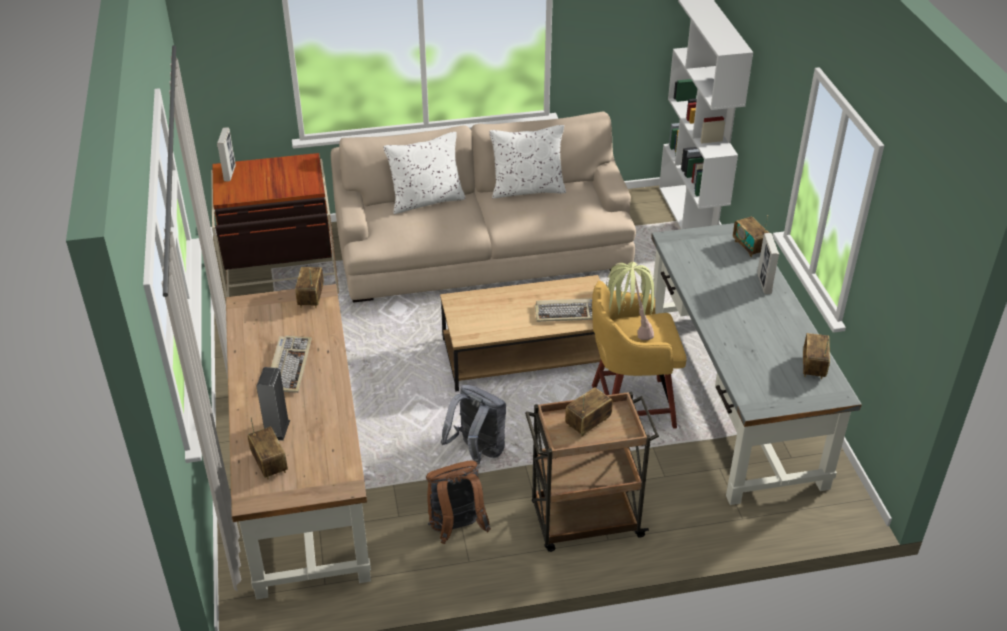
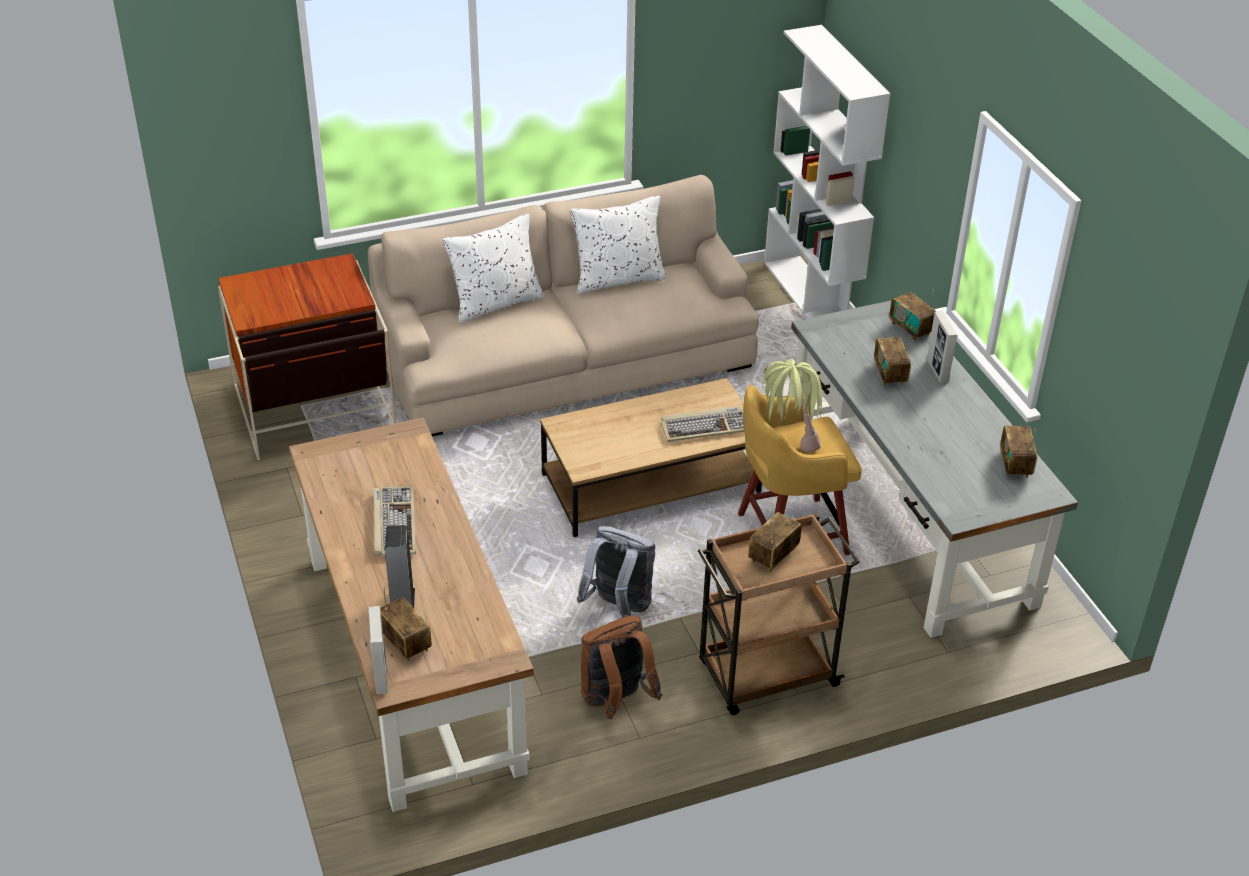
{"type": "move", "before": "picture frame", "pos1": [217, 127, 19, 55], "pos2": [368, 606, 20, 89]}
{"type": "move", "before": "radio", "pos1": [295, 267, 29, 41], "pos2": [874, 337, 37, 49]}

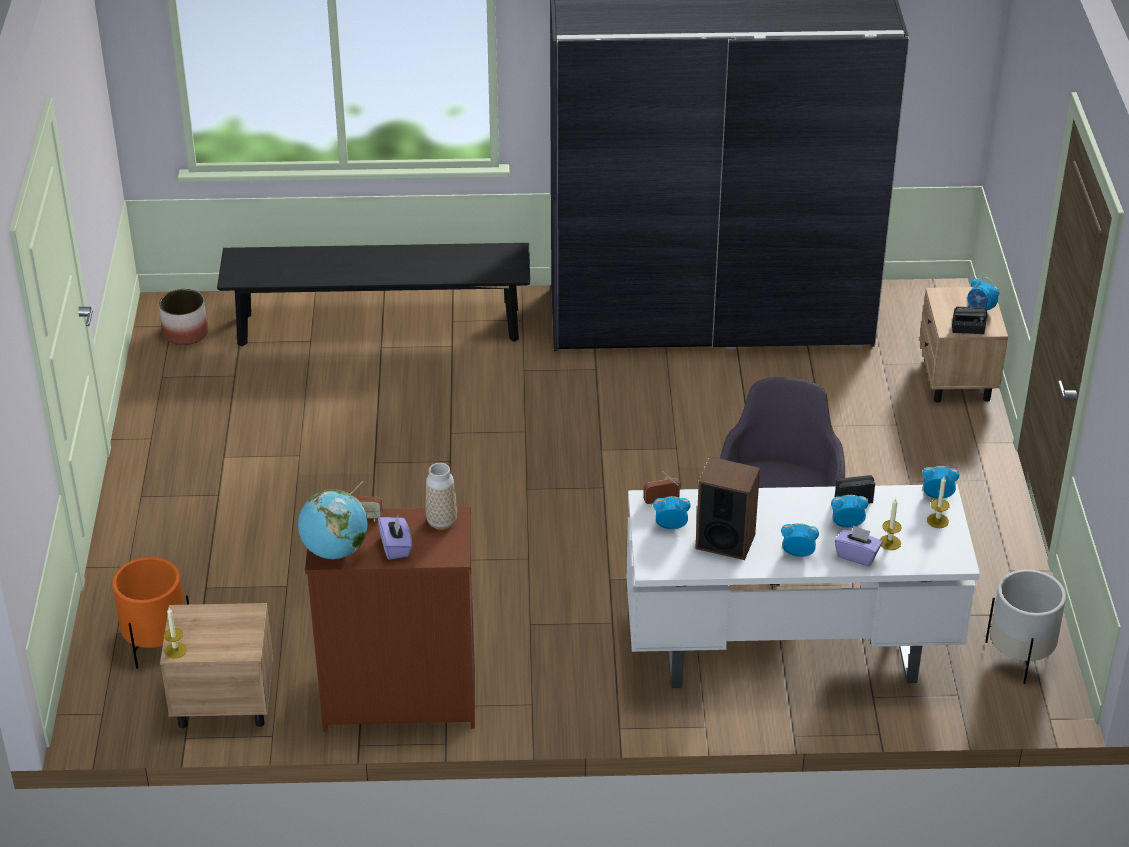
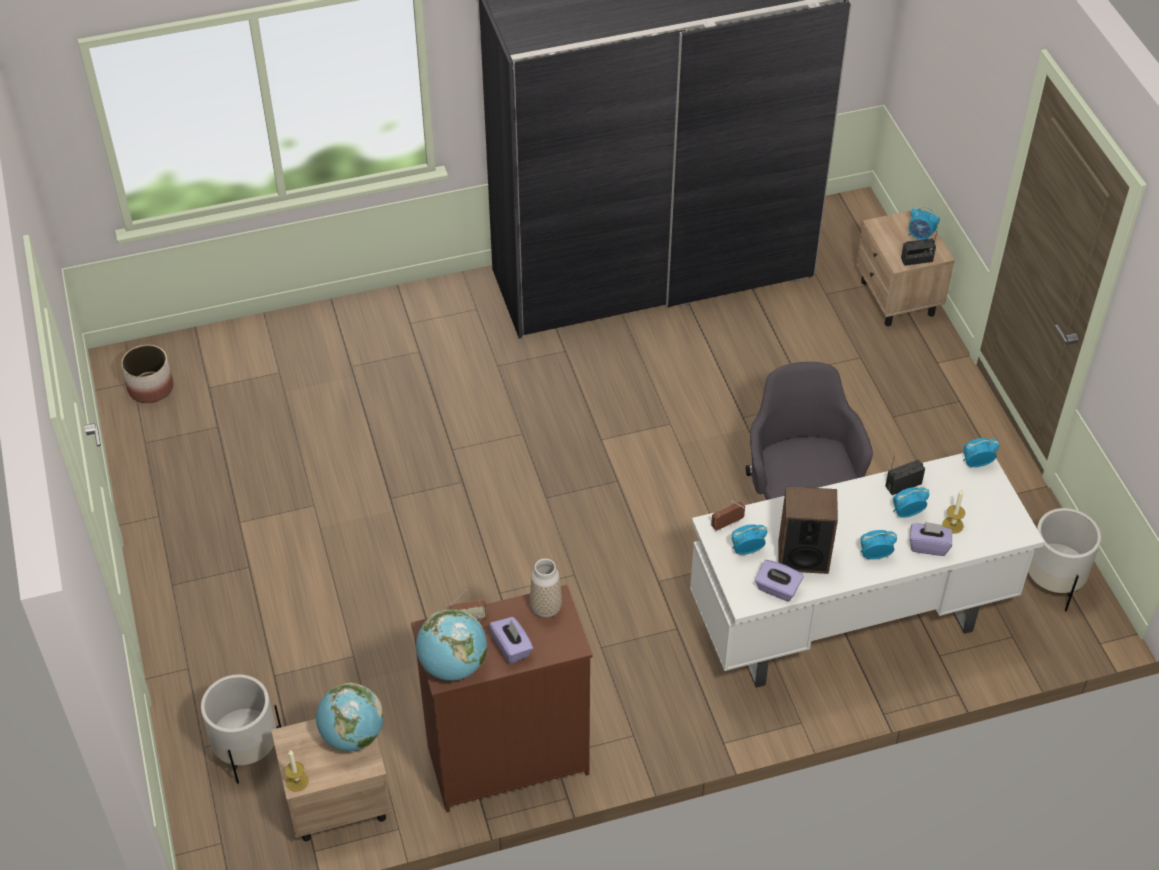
{"type": "delete", "before": "bench (black)", "pos1": [217, 243, 313, 104]}
{"type": "delete", "before": "candle", "pos1": [927, 477, 23, 51]}
{"type": "recolor", "before": "planter (orange)", "after": "planter (white)", "pos1": [112, 557, 77, 112], "pos2": [201, 674, 80, 110]}
{"type": "insert", "after": "tissue box (purple)", "pos2": [755, 560, 48, 41]}
{"type": "insert", "after": "globe", "pos2": [316, 683, 67, 68]}

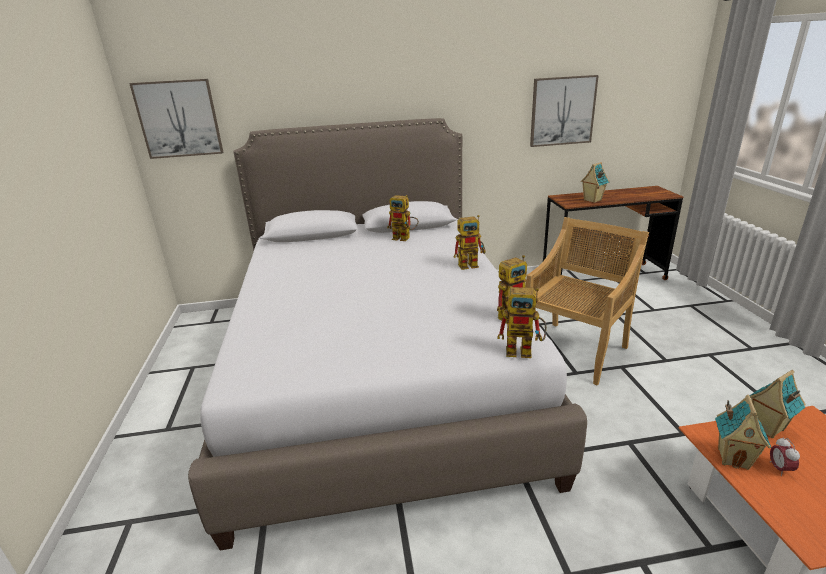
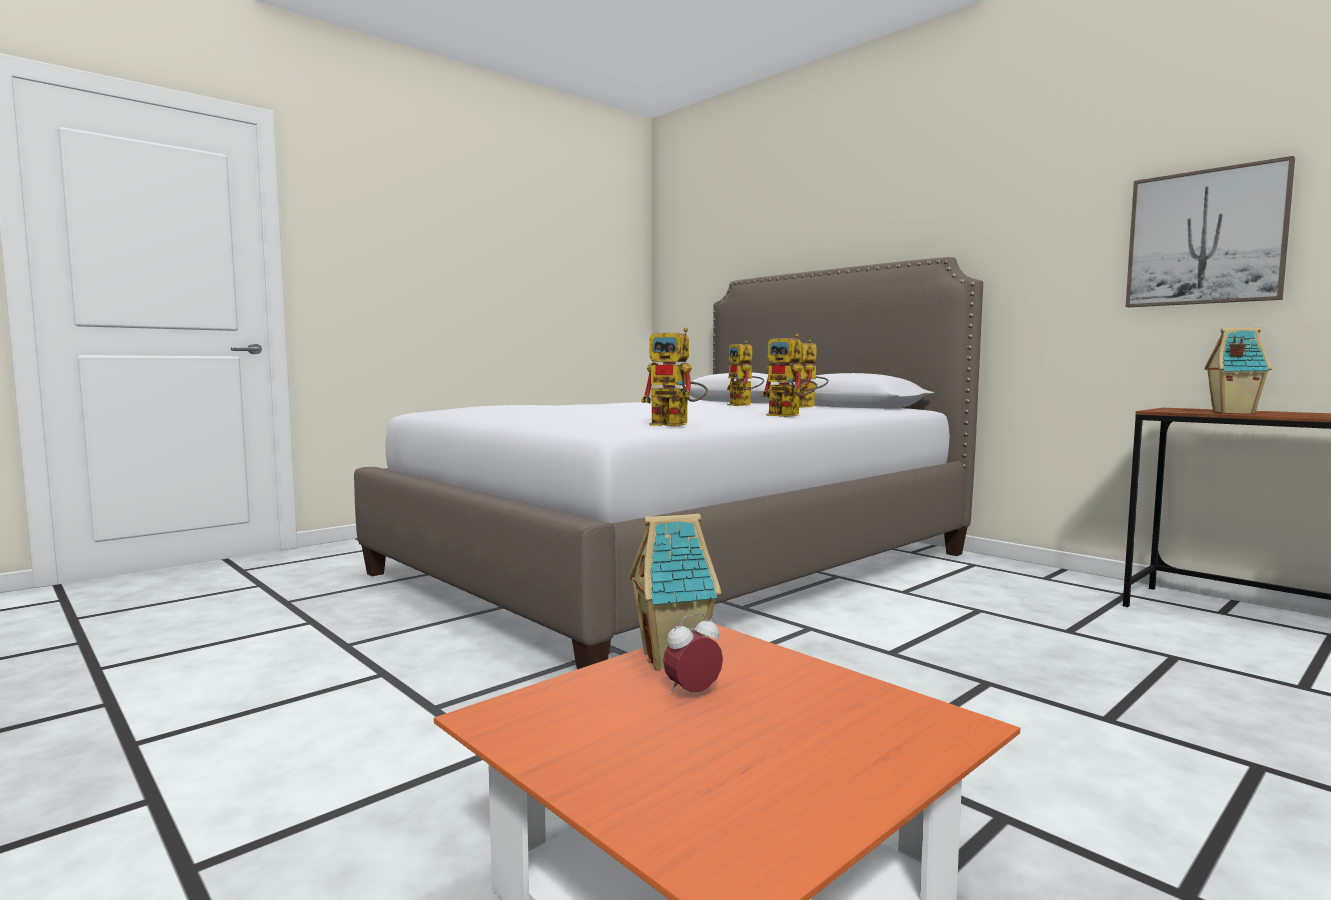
{"type": "delete", "before": "picture", "pos1": [129, 79, 95, 80]}
{"type": "delete", "before": "chair (beige)", "pos1": [525, 217, 124, 168]}
{"type": "move", "before": "toy robot", "pos1": [497, 287, 50, 71], "pos2": [727, 341, 37, 65]}
{"type": "delete", "before": "toy house", "pos1": [750, 370, 56, 68]}

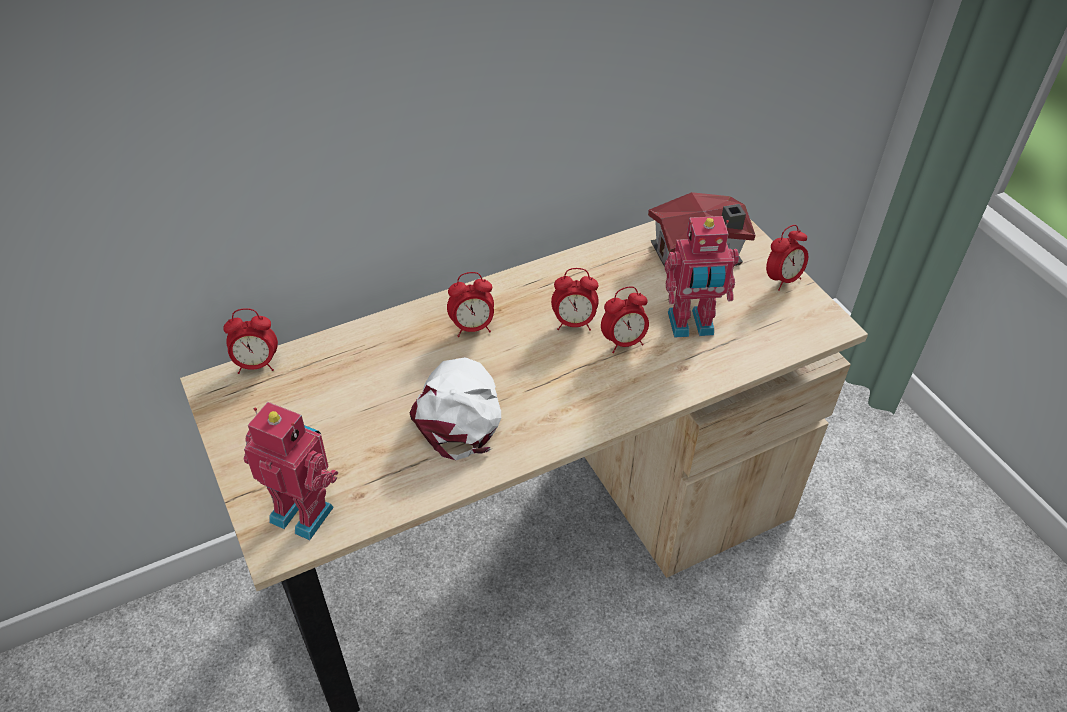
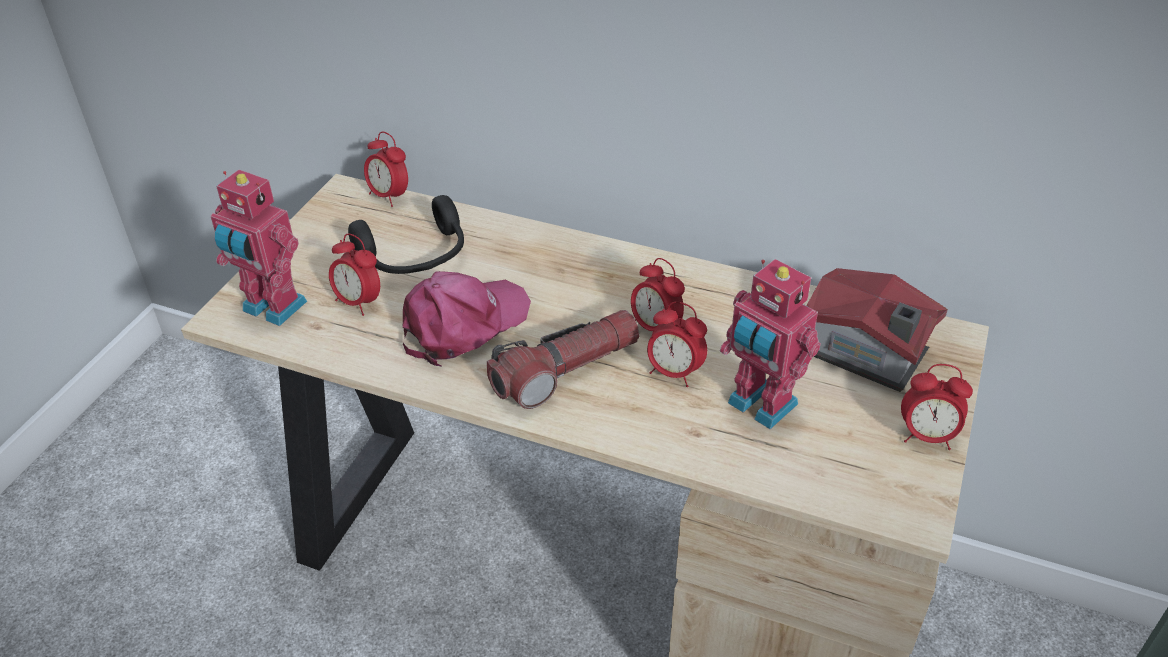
{"type": "move", "before": "alarm clock", "pos1": [447, 272, 47, 65], "pos2": [329, 233, 51, 83]}
{"type": "recolor", "before": "cap (white)", "after": "cap (pink)", "pos1": [410, 357, 91, 103], "pos2": [402, 271, 129, 96]}
{"type": "rotate", "before": "toy robot", "pos1": [244, 402, 94, 138], "pos2": [210, 170, 97, 156], "turn": 135}
{"type": "insert", "after": "headphones (black)", "pos2": [348, 195, 116, 79]}
{"type": "insert", "after": "flashlight", "pos2": [487, 310, 153, 99]}

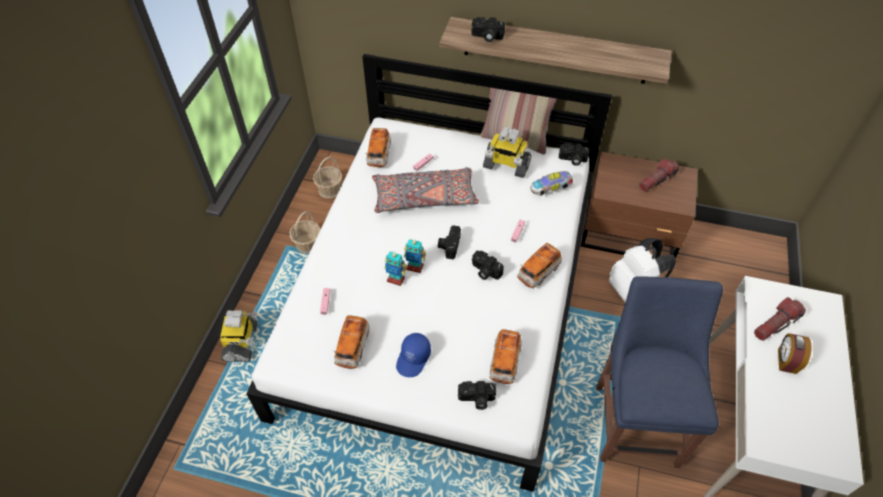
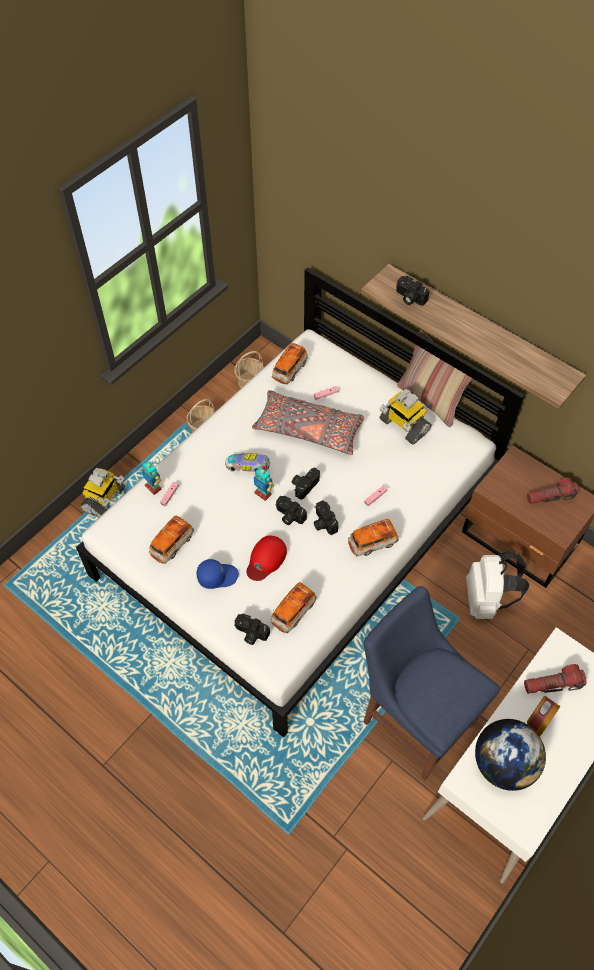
{"type": "move", "before": "photo camera", "pos1": [559, 143, 31, 23], "pos2": [275, 496, 32, 29]}
{"type": "move", "before": "toy car", "pos1": [530, 171, 43, 25], "pos2": [225, 452, 45, 20]}
{"type": "move", "before": "toy robot", "pos1": [384, 251, 23, 35], "pos2": [142, 461, 19, 34]}
{"type": "rotate", "before": "chair (blue)", "pos1": [596, 276, 127, 192], "pos2": [363, 586, 137, 194], "turn": -75}
{"type": "rotate", "before": "cap (blue)", "pos1": [396, 333, 35, 44], "pos2": [196, 559, 43, 30], "turn": -150}
{"type": "insert", "after": "cap (red)", "pos2": [246, 536, 41, 45]}
{"type": "insert", "after": "globe", "pos2": [475, 719, 71, 72]}

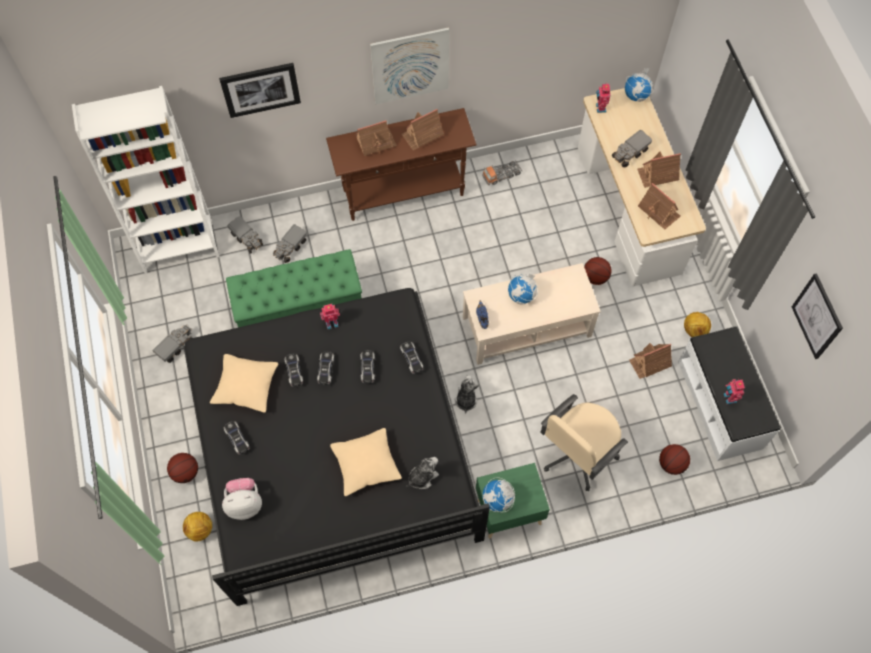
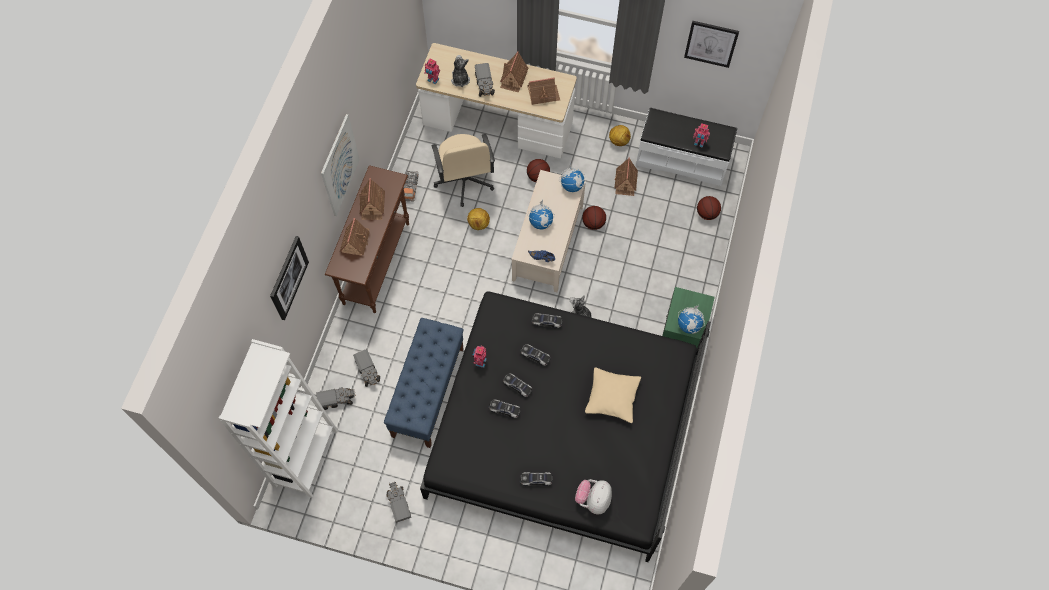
{"type": "move", "before": "globe", "pos1": [625, 68, 28, 34], "pos2": [559, 162, 27, 30]}
{"type": "recolor", "before": "bench (green)", "after": "bench (blue)", "pos1": [226, 249, 136, 78], "pos2": [384, 318, 80, 130]}
{"type": "delete", "before": "pillow (beige)", "pos1": [210, 354, 68, 59]}
{"type": "move", "before": "office chair (beige)", "pos1": [540, 394, 88, 97], "pos2": [432, 134, 63, 73]}
{"type": "move", "before": "basketball", "pos1": [167, 453, 31, 30], "pos2": [582, 206, 24, 24]}
{"type": "move", "before": "plush toy", "pos1": [406, 457, 33, 32], "pos2": [451, 55, 19, 32]}
{"type": "move", "before": "football", "pos1": [183, 512, 29, 30], "pos2": [467, 208, 23, 22]}

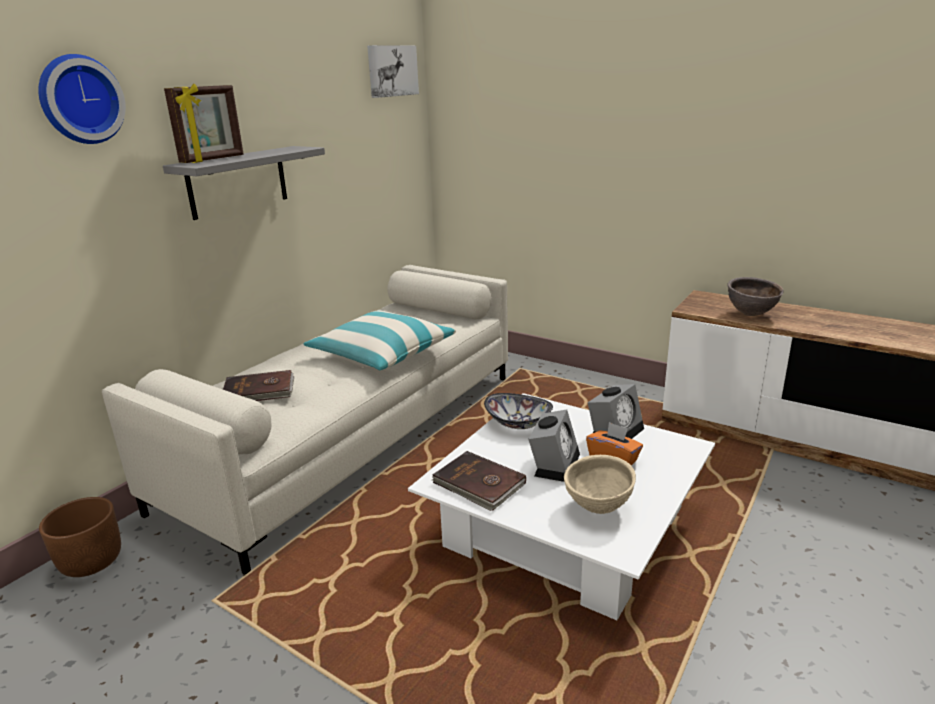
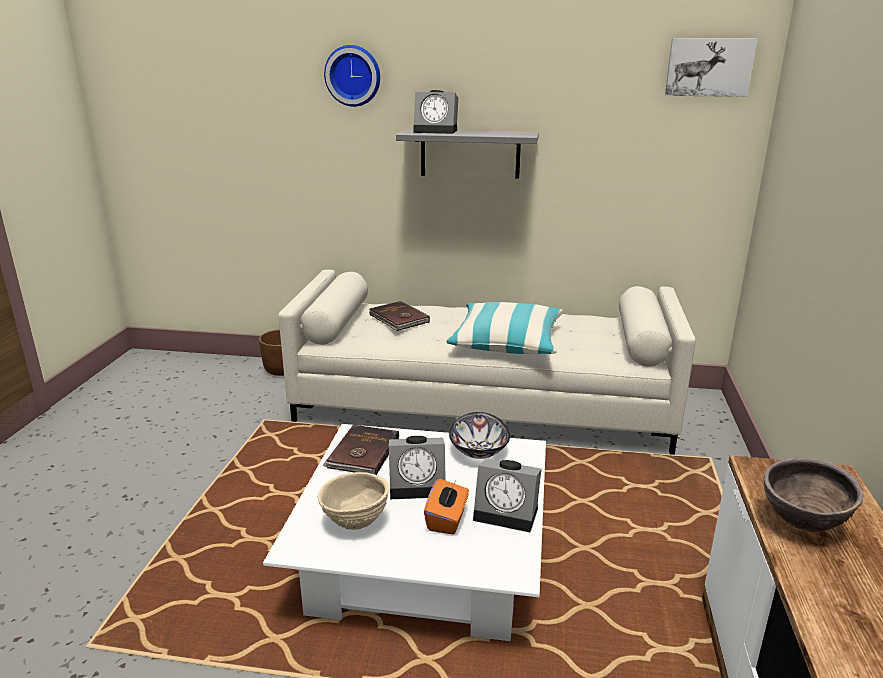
{"type": "replace", "before": "picture frame", "after": "alarm clock", "pos1": [164, 84, 80, 79], "pos2": [413, 90, 45, 44]}

